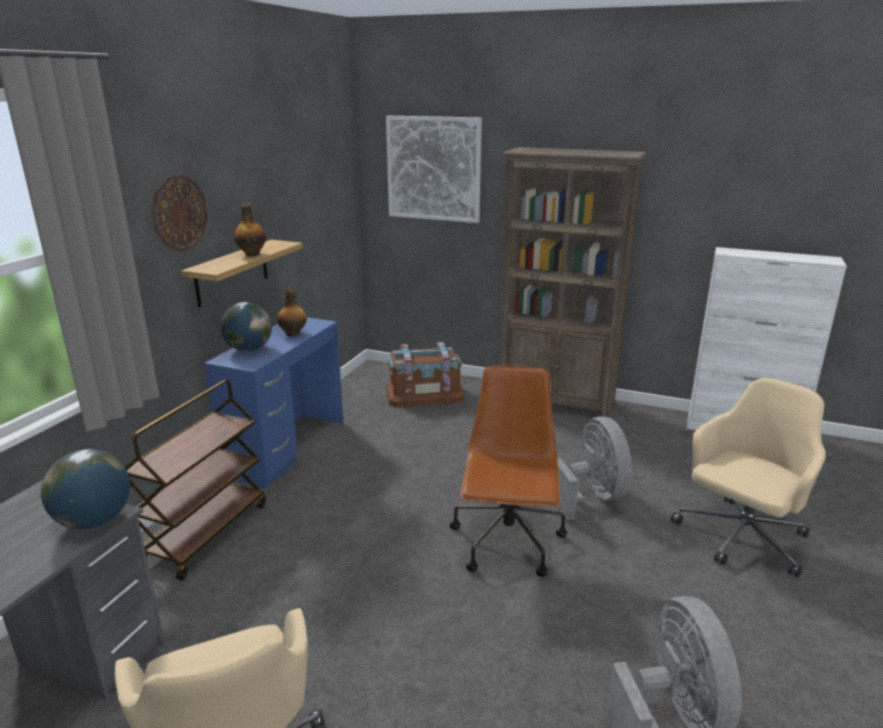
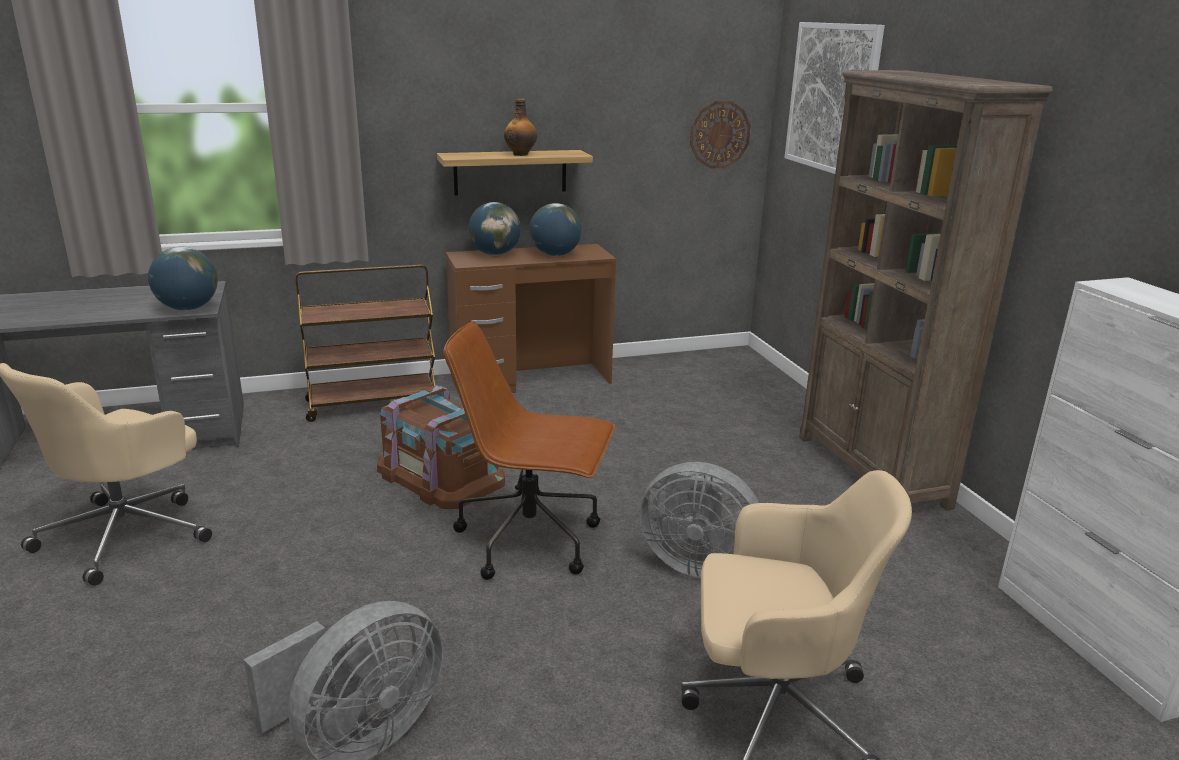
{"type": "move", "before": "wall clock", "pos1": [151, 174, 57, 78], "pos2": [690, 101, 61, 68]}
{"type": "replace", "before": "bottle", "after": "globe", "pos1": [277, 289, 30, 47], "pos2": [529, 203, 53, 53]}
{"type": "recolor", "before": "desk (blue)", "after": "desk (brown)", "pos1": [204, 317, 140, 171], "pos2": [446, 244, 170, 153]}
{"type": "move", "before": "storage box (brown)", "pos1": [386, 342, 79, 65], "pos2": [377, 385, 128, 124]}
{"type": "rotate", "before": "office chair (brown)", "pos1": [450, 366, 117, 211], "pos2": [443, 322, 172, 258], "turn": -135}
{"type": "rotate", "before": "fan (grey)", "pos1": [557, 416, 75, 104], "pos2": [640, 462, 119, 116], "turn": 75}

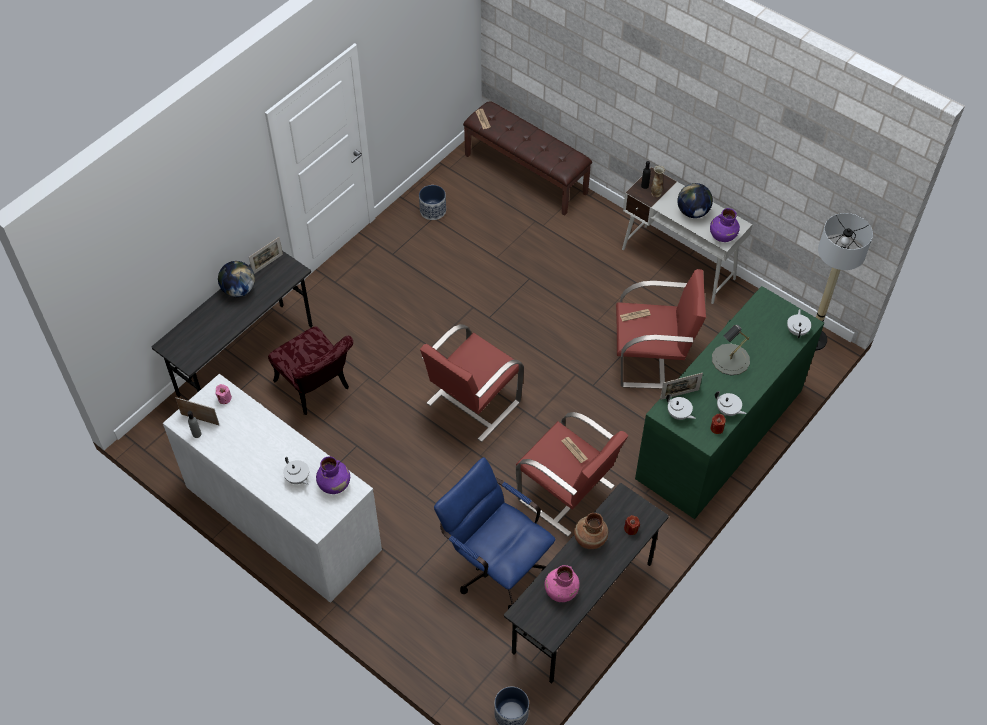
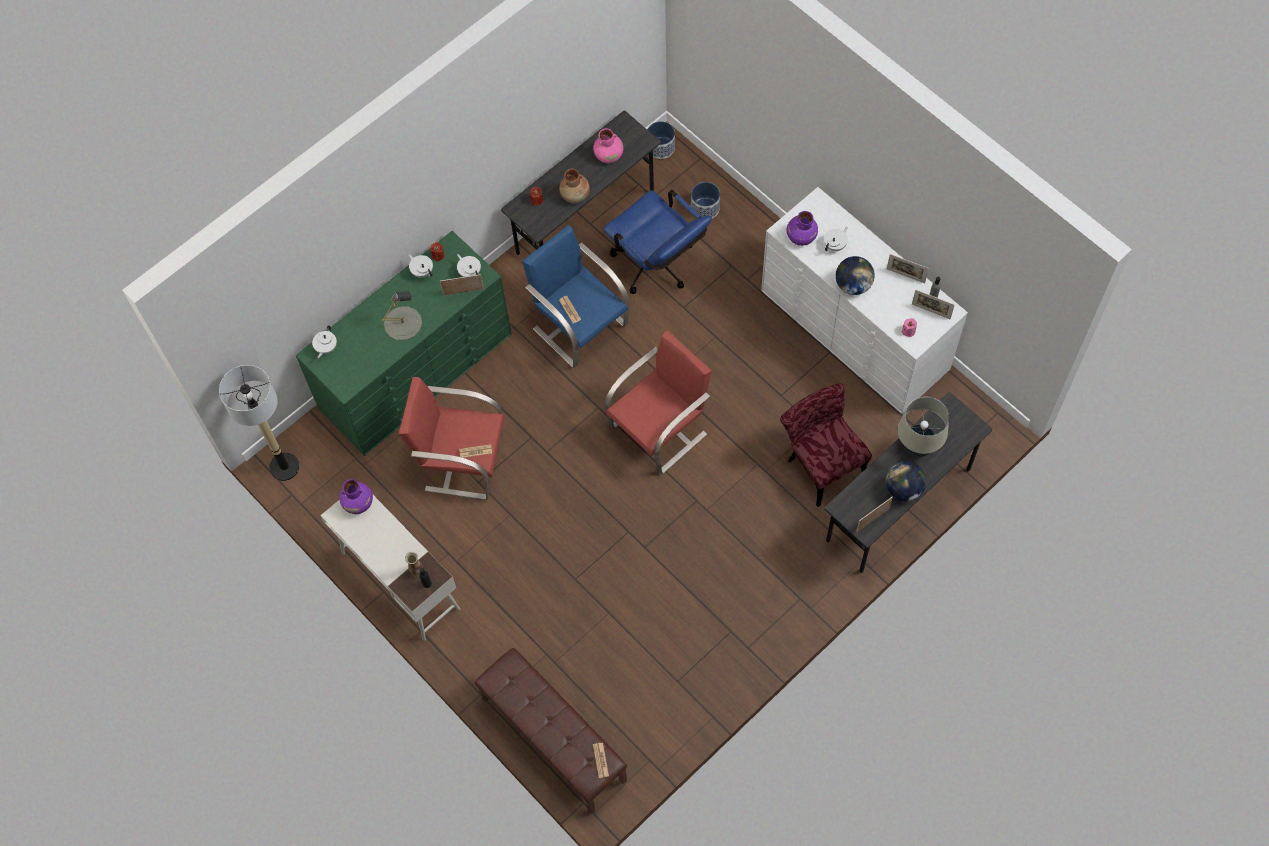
{"type": "move", "before": "globe", "pos1": [677, 183, 36, 35], "pos2": [836, 256, 39, 39]}
{"type": "move", "before": "planter", "pos1": [419, 185, 27, 35], "pos2": [691, 182, 29, 36]}
{"type": "recolor", "before": "armchair (red)", "after": "armchair (blue)", "pos1": [516, 412, 113, 125], "pos2": [522, 225, 107, 143]}
{"type": "rotate", "before": "teapot (white)", "pos1": [283, 457, 26, 28], "pos2": [824, 227, 24, 24], "turn": 75}
{"type": "insert", "after": "picture frame", "pos2": [887, 254, 42, 29]}
{"type": "insert", "after": "table lamp (beige)", "pos2": [897, 397, 52, 60]}

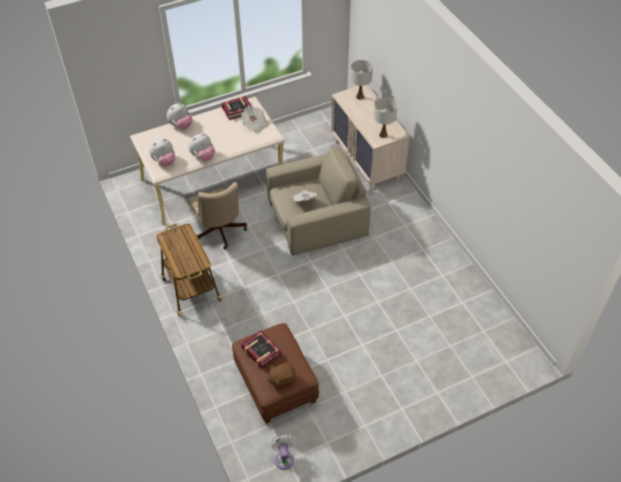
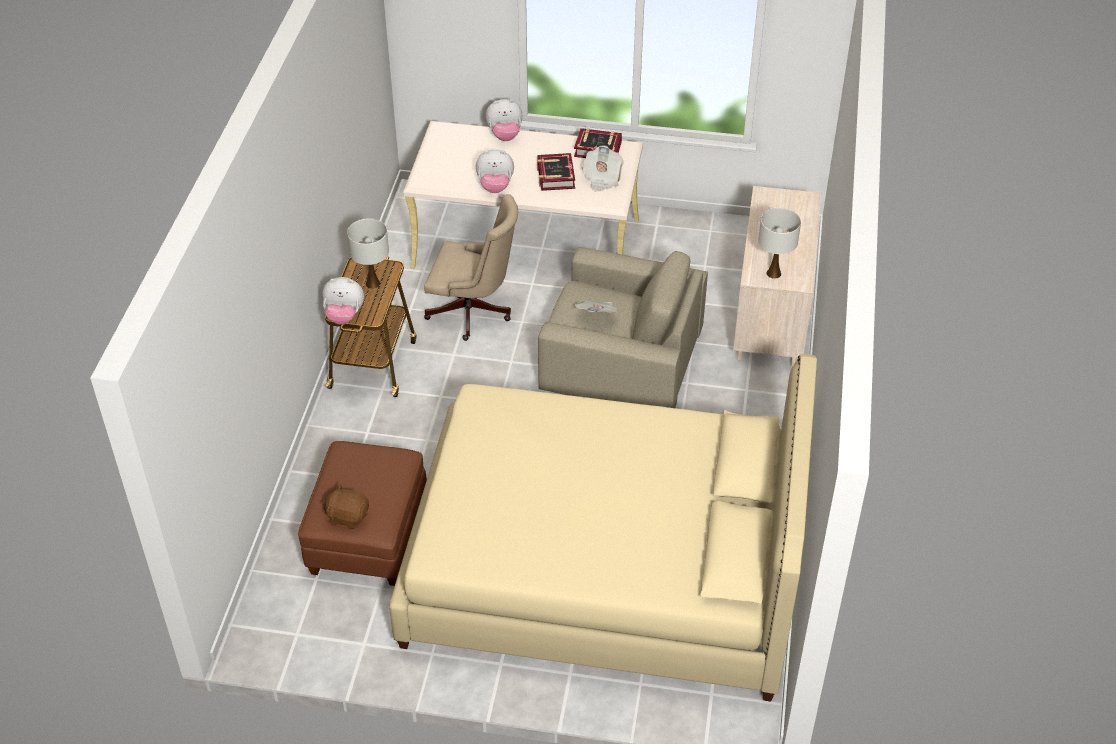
{"type": "move", "before": "table lamp (white)", "pos1": [350, 60, 23, 40], "pos2": [347, 218, 42, 71]}
{"type": "move", "before": "plush toy", "pos1": [149, 139, 26, 27], "pos2": [322, 277, 42, 48]}
{"type": "rotate", "before": "office chair (beige)", "pos1": [189, 182, 58, 67], "pos2": [424, 194, 94, 147], "turn": -90}
{"type": "move", "before": "book", "pos1": [241, 330, 40, 39], "pos2": [537, 153, 38, 38]}
{"type": "delete", "before": "fan (white)", "pos1": [269, 434, 26, 36]}
{"type": "insert", "after": "bed (beige)", "pos2": [389, 354, 428, 347]}

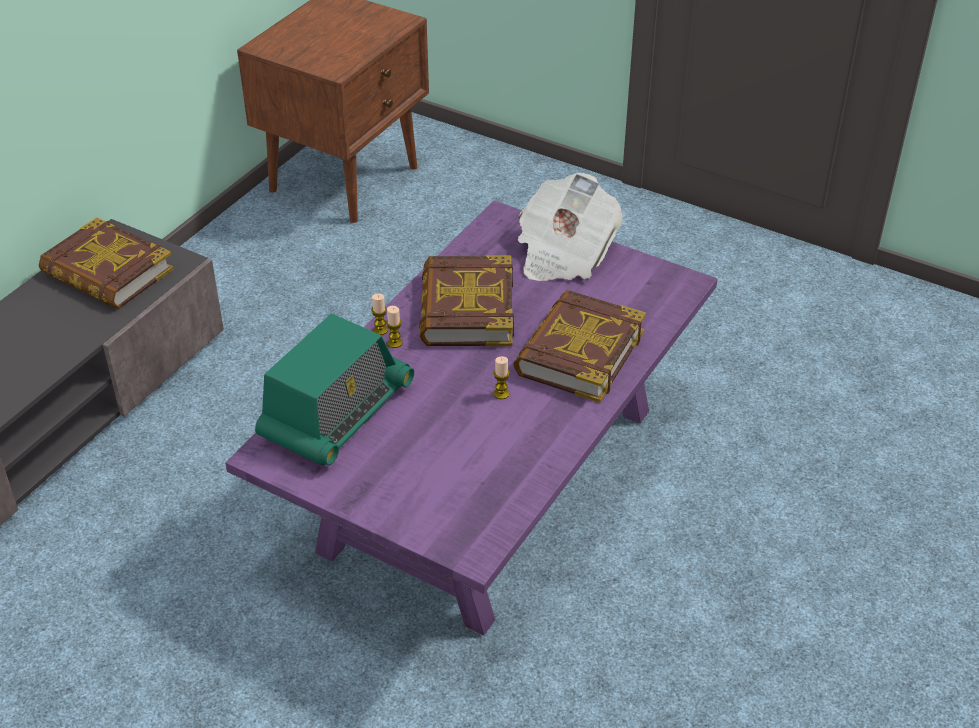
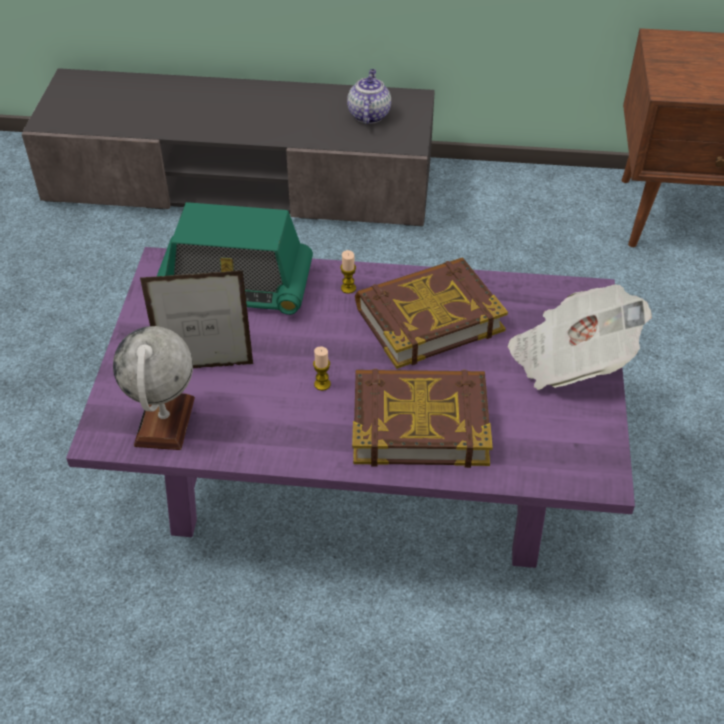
{"type": "replace", "before": "book", "after": "teapot", "pos1": [39, 217, 135, 92], "pos2": [347, 69, 44, 55]}
{"type": "delete", "before": "candle", "pos1": [371, 294, 17, 41]}
{"type": "insert", "after": "picture frame", "pos2": [140, 270, 114, 98]}
{"type": "insert", "after": "globe", "pos2": [113, 326, 82, 124]}

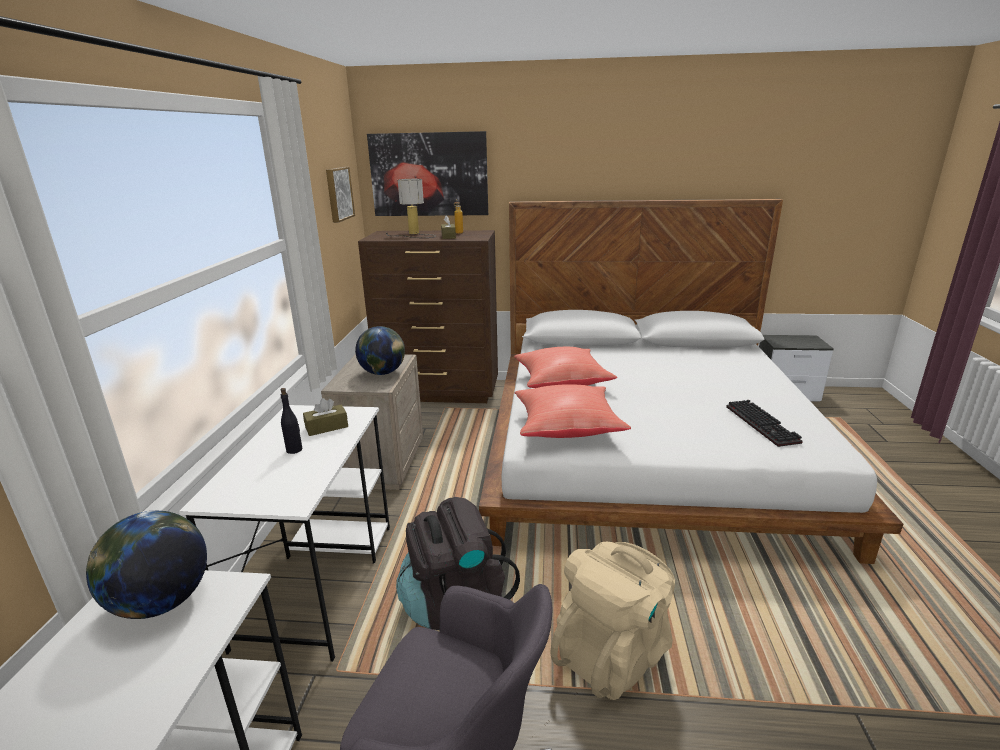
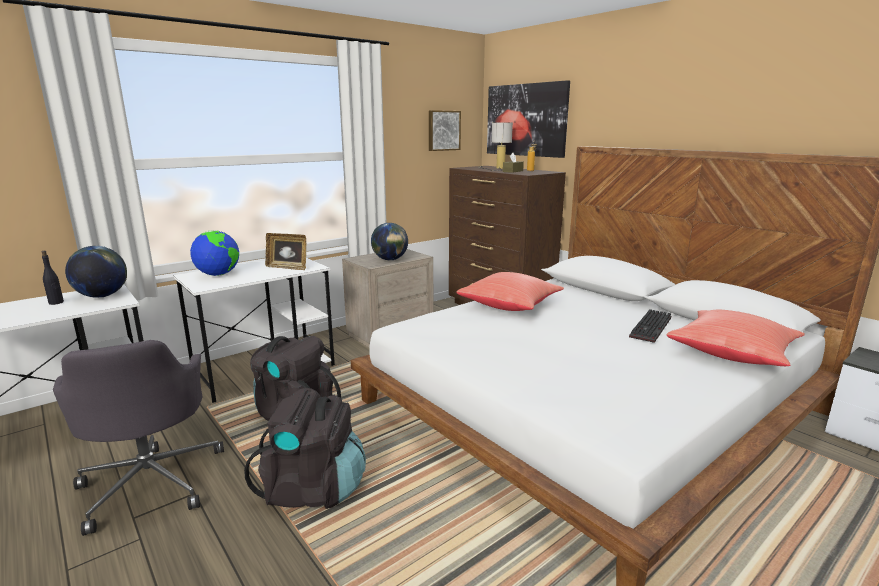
{"type": "move", "before": "pillow (red)", "pos1": [515, 384, 116, 54], "pos2": [667, 310, 138, 56]}
{"type": "move", "before": "bottle (black)", "pos1": [281, 388, 22, 66], "pos2": [42, 251, 22, 54]}
{"type": "replace", "before": "tissue box (brown)", "after": "picture frame", "pos1": [303, 398, 45, 38], "pos2": [265, 233, 41, 37]}
{"type": "move", "before": "keyboard", "pos1": [726, 400, 77, 47], "pos2": [629, 309, 42, 34]}
{"type": "recolor", "before": "backpack (beige)", "after": "backpack (black)", "pos1": [550, 542, 125, 158], "pos2": [244, 388, 122, 121]}
{"type": "insert", "after": "globe", "pos2": [190, 230, 49, 46]}

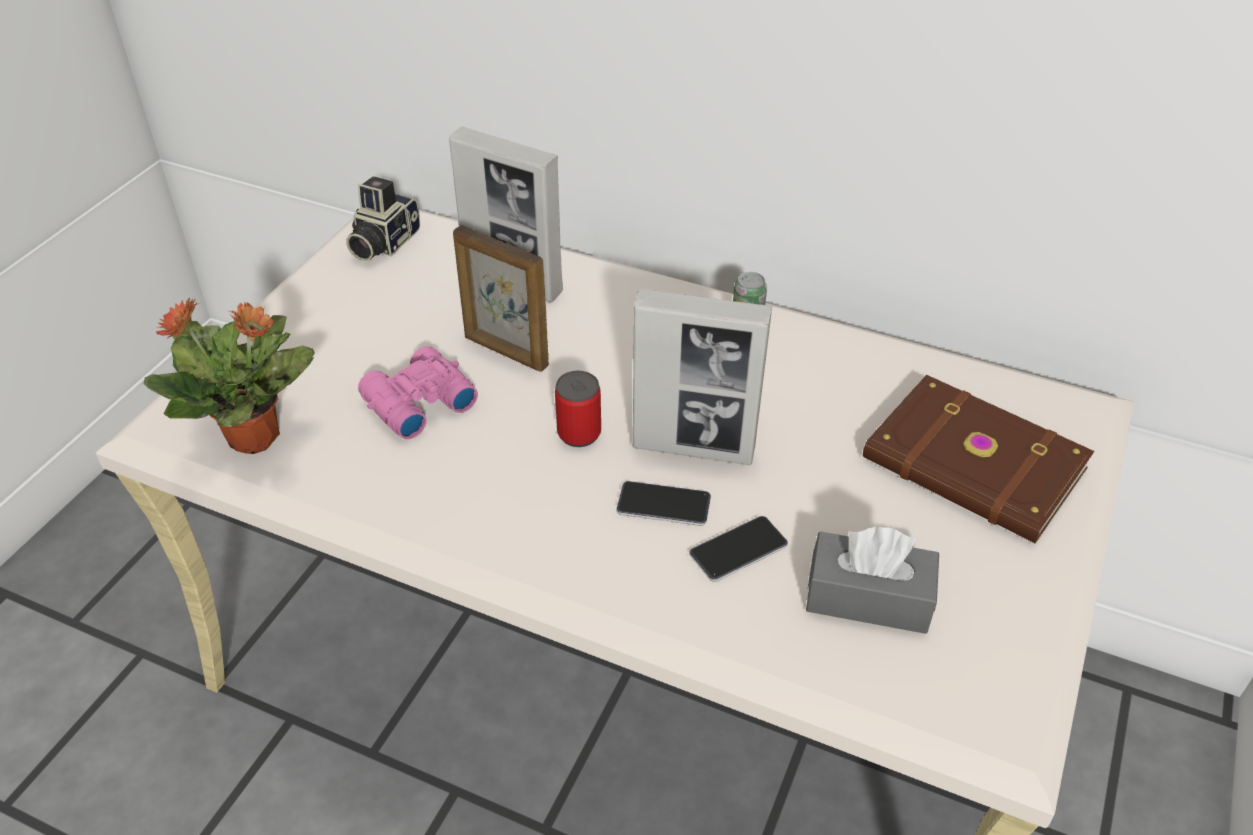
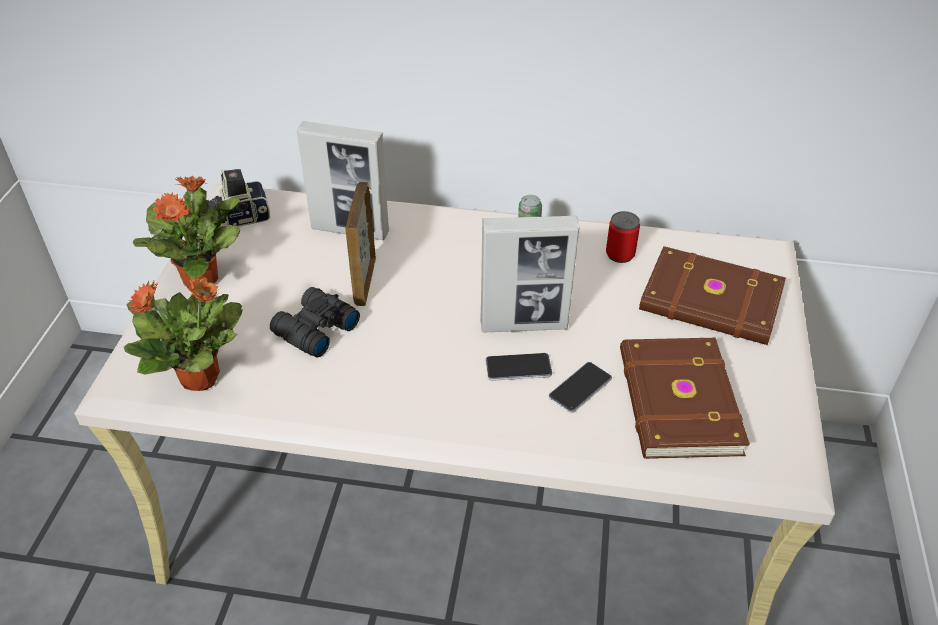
{"type": "rotate", "before": "photo camera", "pos1": [346, 176, 74, 85], "pos2": [207, 169, 63, 58], "turn": 60}
{"type": "rotate", "before": "picture frame", "pos1": [453, 225, 96, 147], "pos2": [345, 182, 31, 124], "turn": 75}
{"type": "recolor", "before": "binoculars (pink)", "after": "binoculars (black)", "pos1": [358, 346, 120, 93], "pos2": [270, 287, 90, 70]}
{"type": "move", "before": "can", "pos1": [555, 371, 46, 76], "pos2": [606, 211, 34, 52]}
{"type": "replace", "before": "tissue box (grey)", "after": "book (brown)", "pos1": [806, 527, 133, 107], "pos2": [620, 338, 130, 121]}
{"type": "insert", "after": "potted plant", "pos2": [133, 176, 107, 113]}

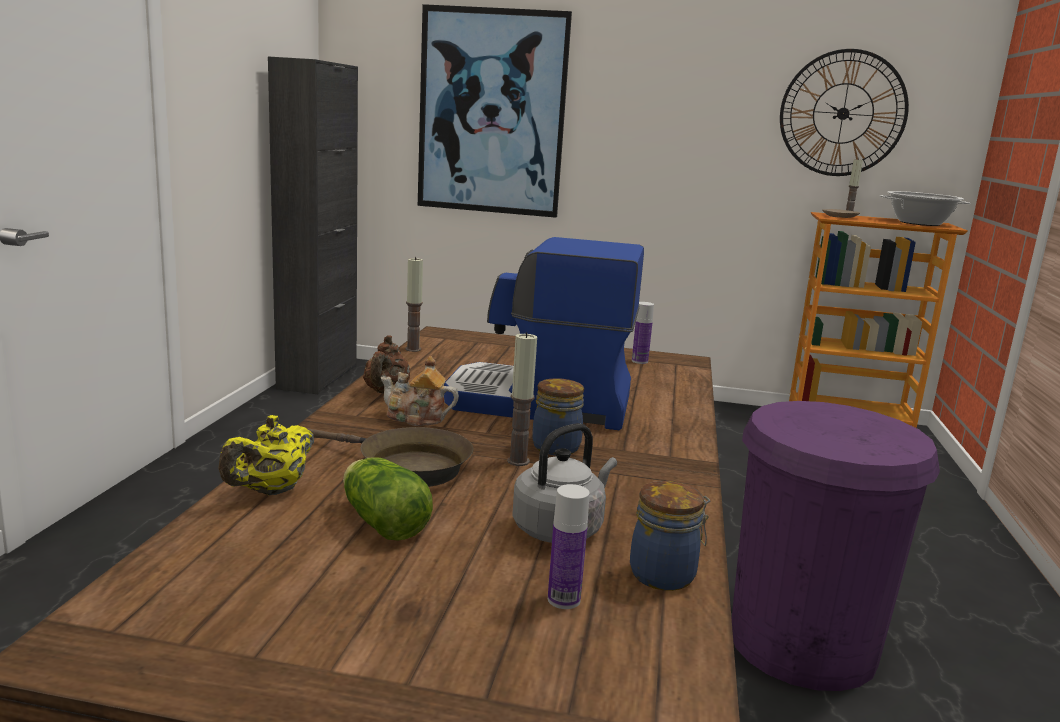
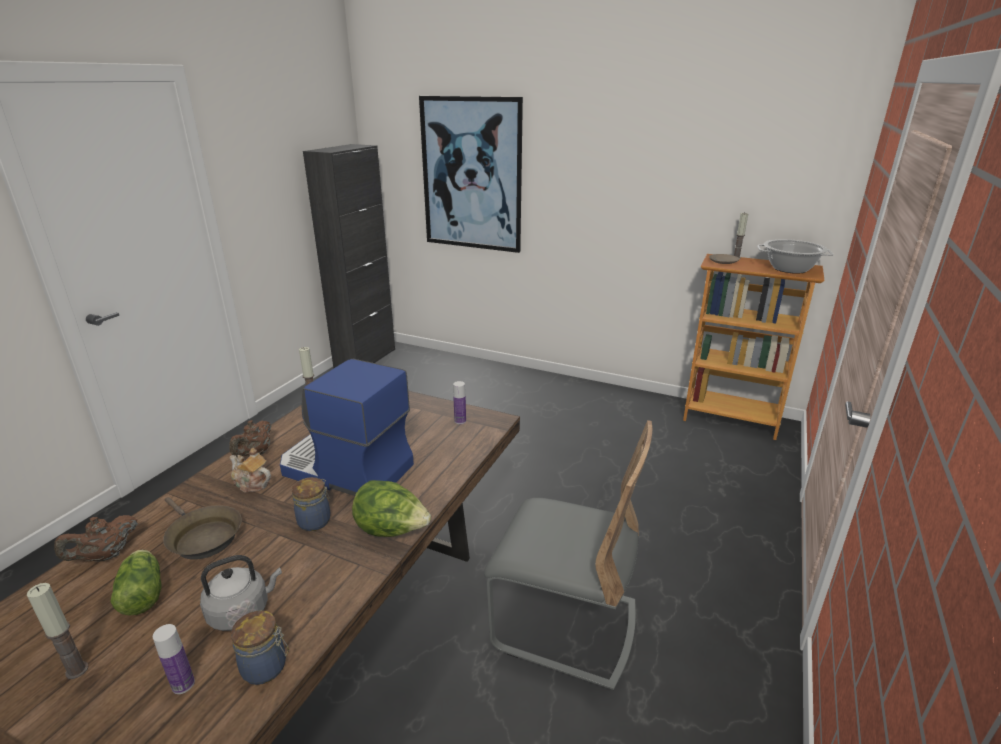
{"type": "delete", "before": "wall clock", "pos1": [780, 49, 129, 127]}
{"type": "move", "before": "candle", "pos1": [507, 332, 30, 134], "pos2": [27, 583, 62, 96]}
{"type": "replace", "before": "trash can (purple)", "after": "chair (grey)", "pos1": [732, 401, 208, 290], "pos2": [484, 420, 168, 270]}
{"type": "recolor", "before": "teapot (yellow)", "after": "teapot (brown)", "pos1": [219, 415, 95, 80], "pos2": [54, 515, 84, 47]}
{"type": "insert", "after": "lettuce", "pos2": [352, 480, 79, 57]}

